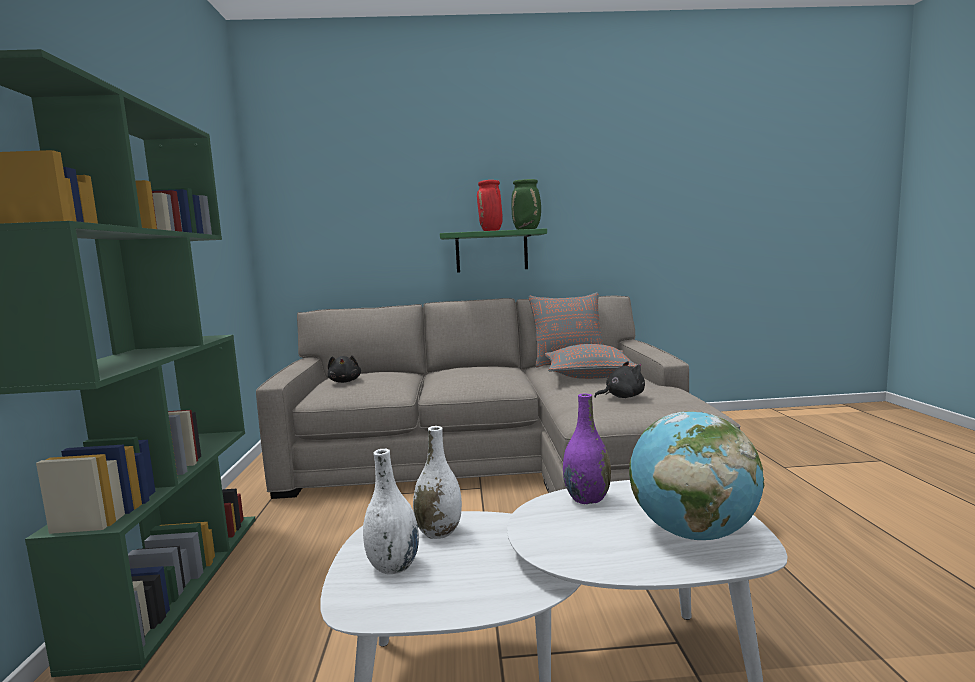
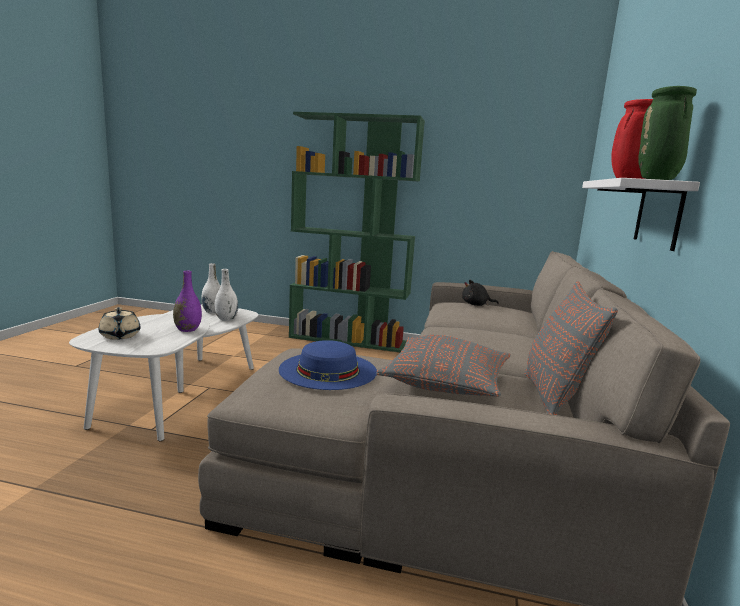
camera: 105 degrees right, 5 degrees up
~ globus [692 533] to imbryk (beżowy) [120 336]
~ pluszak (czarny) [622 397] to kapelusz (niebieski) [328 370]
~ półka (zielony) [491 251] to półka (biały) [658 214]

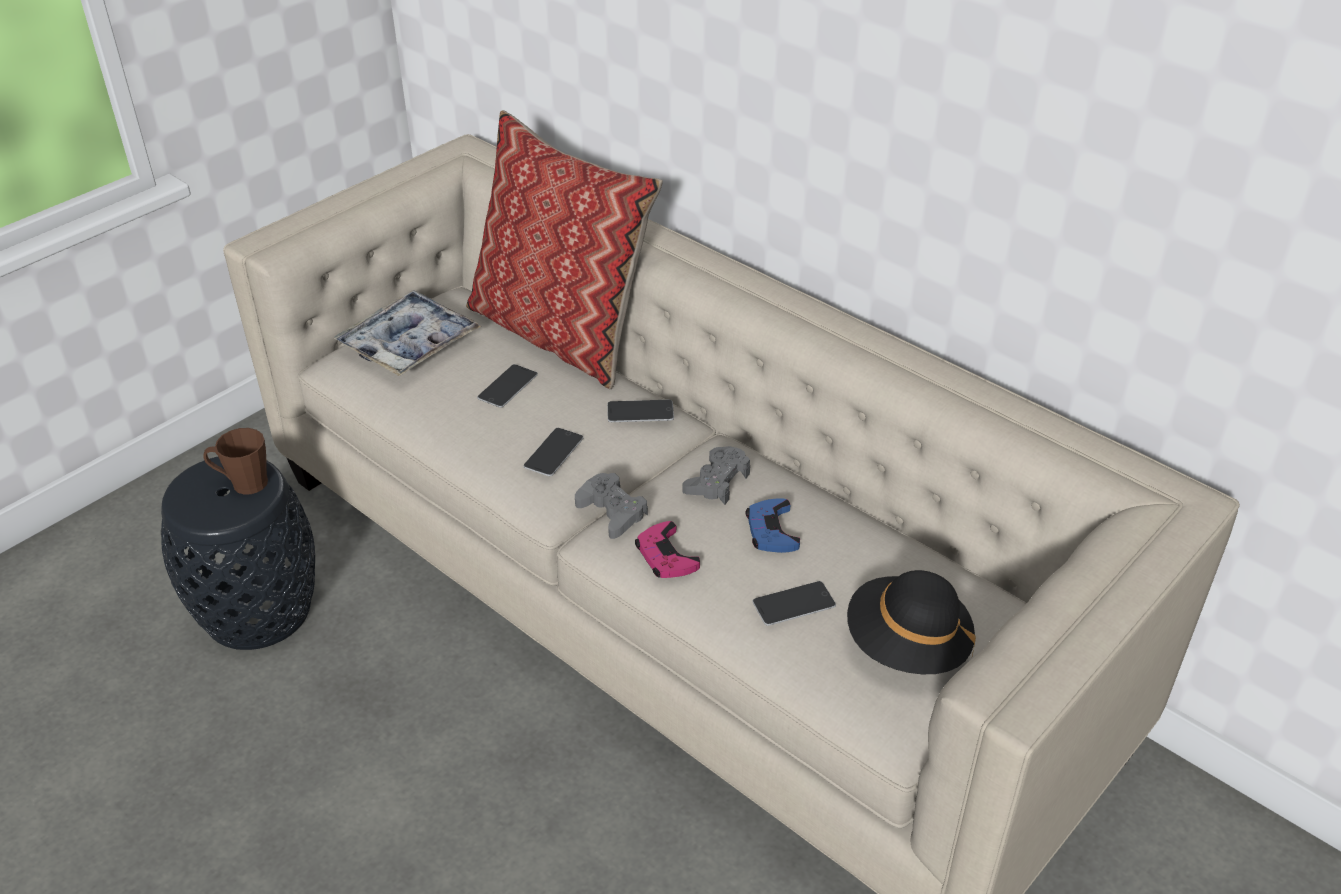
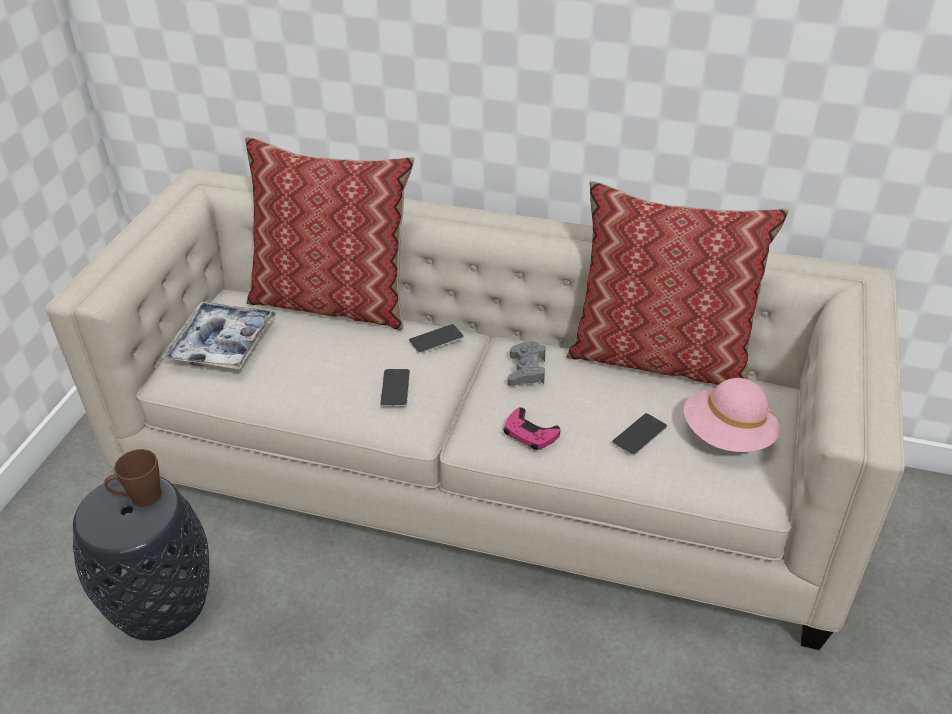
camera: 25 degrees left, 0 degrees up
+ poduszka [660 357]
~ kapelusz (czarny) [906 646] to kapelusz (różowy) [727 436]
- telefon [507 386]
- pad do gier (szary) [612 512]
- pad do gier (niebieski) [771 531]

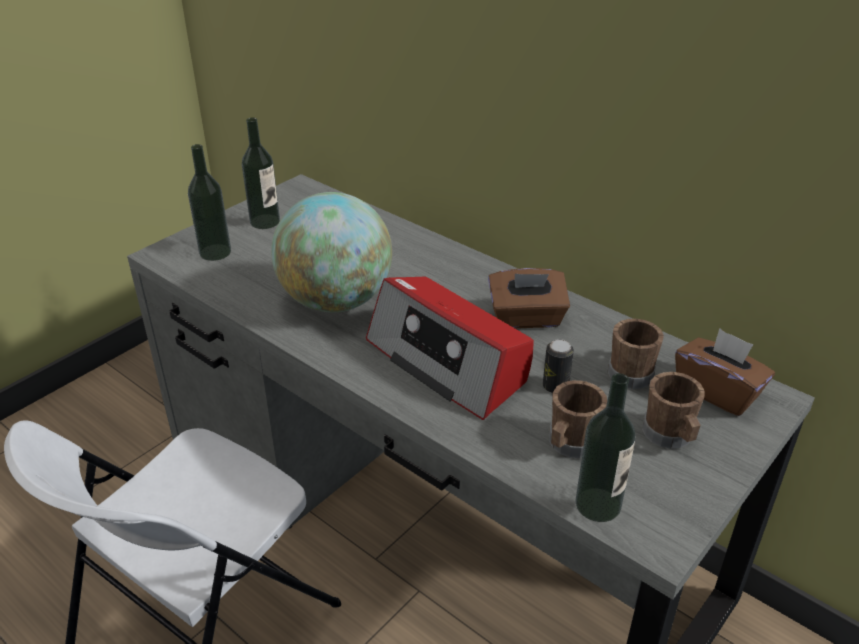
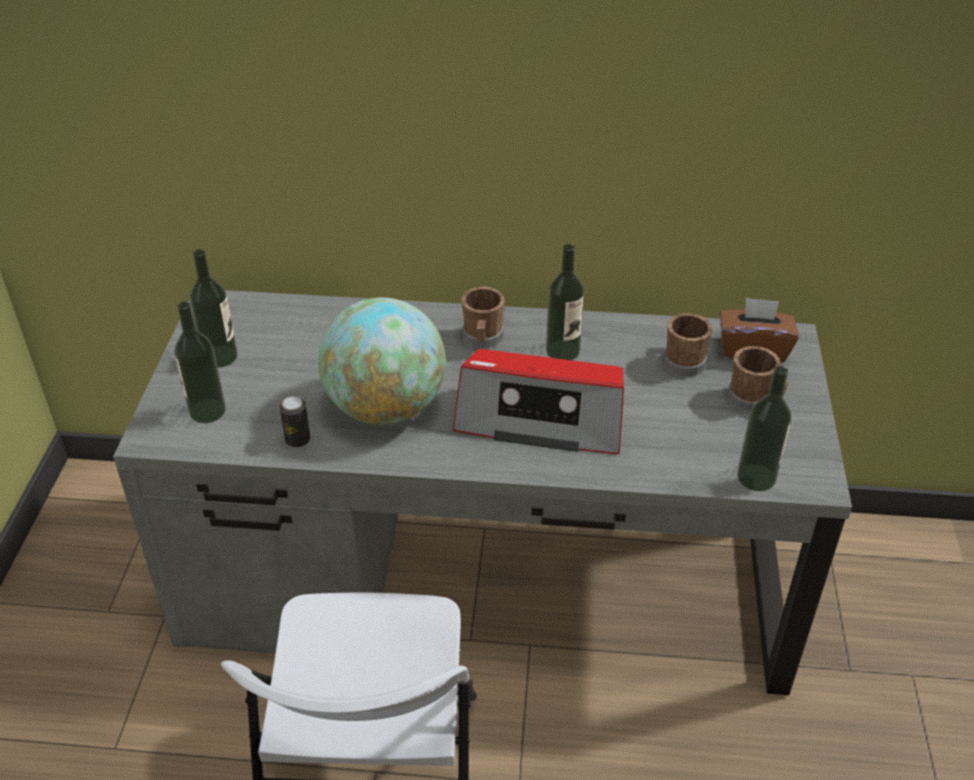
camera: 35 degrees left, 5 degrees up
~ puszka [555 386] to [297 440]
~ kubek (brązowy) [570 444] to [482 339]
~ pudełko chusteczek (brązowy) [526 318] to butelka [562 350]

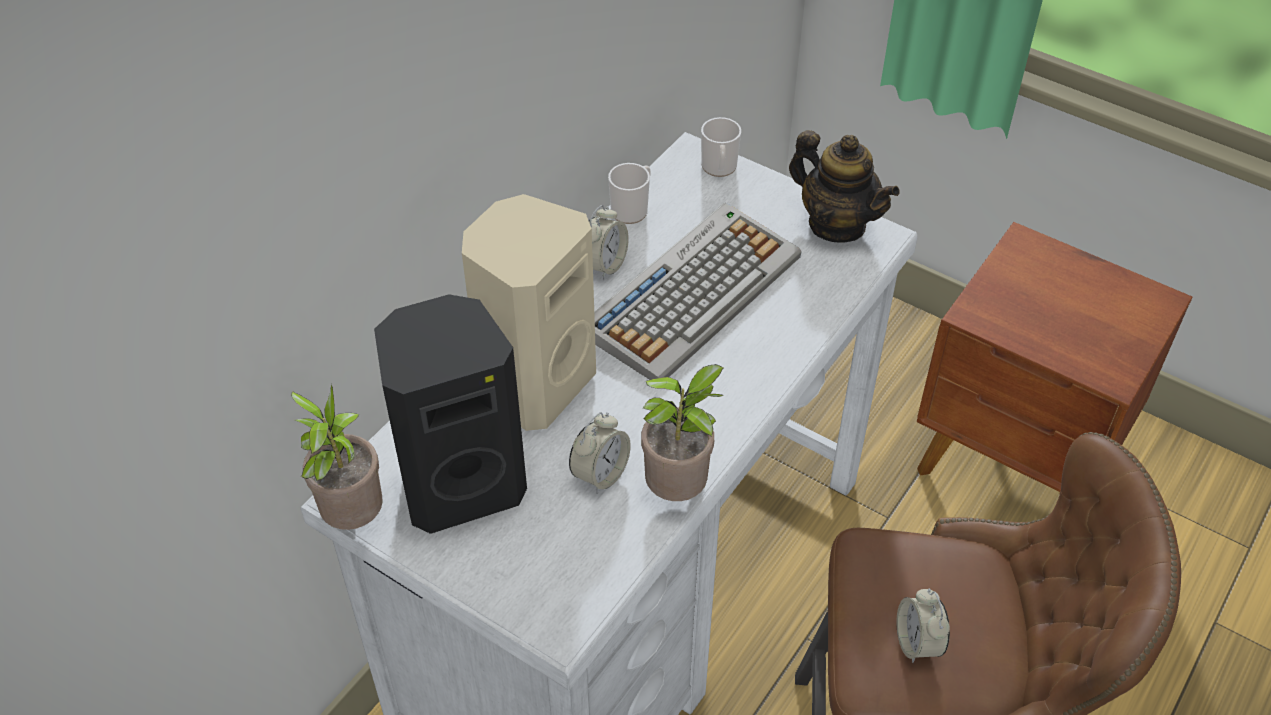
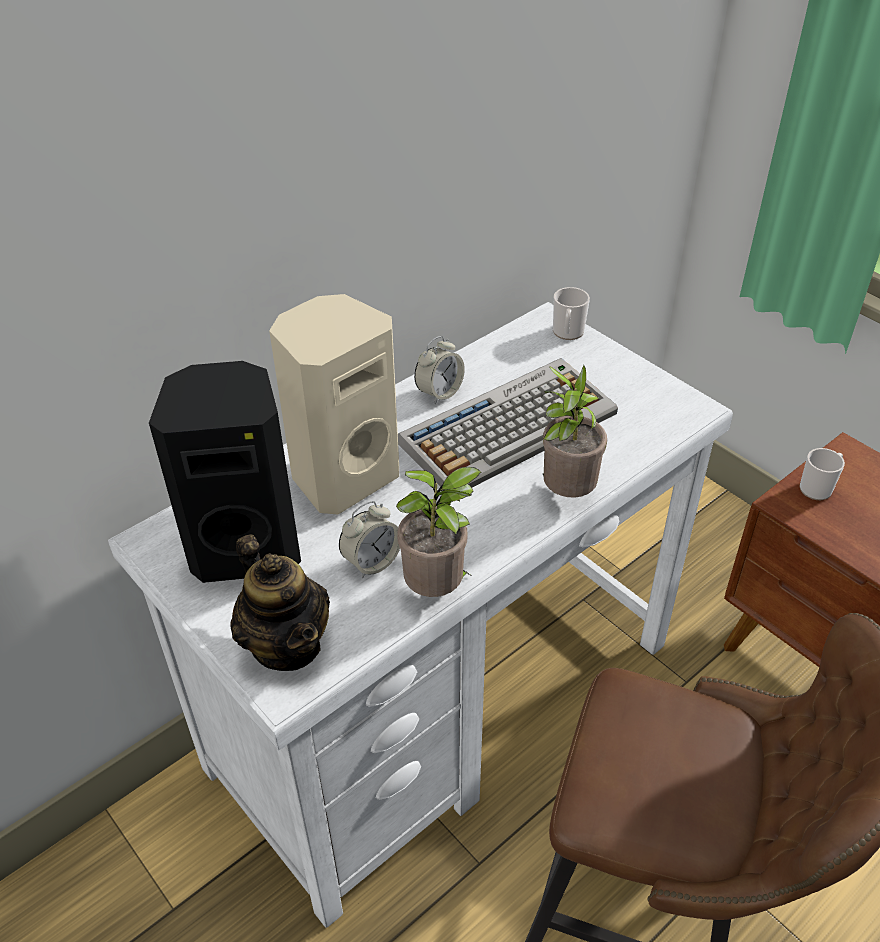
camera: 15 degrees right, 5 degrees down
~ imbryk [836 224] to [287 644]
~ roślina doniczkowa [352 516] to [566 493]
~ kubek [632 209] to [818 488]
- budzik [917 643]

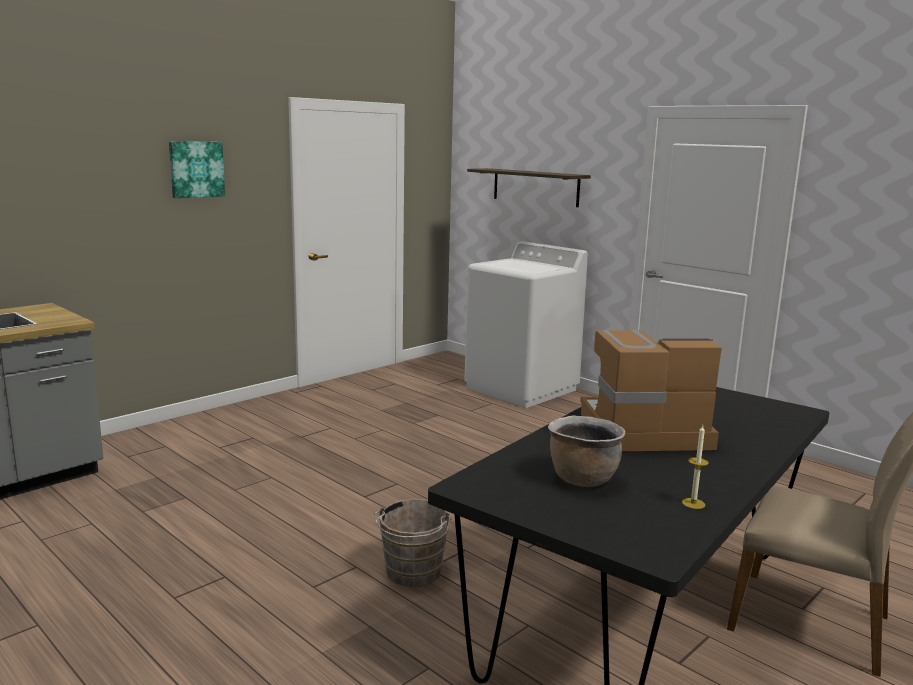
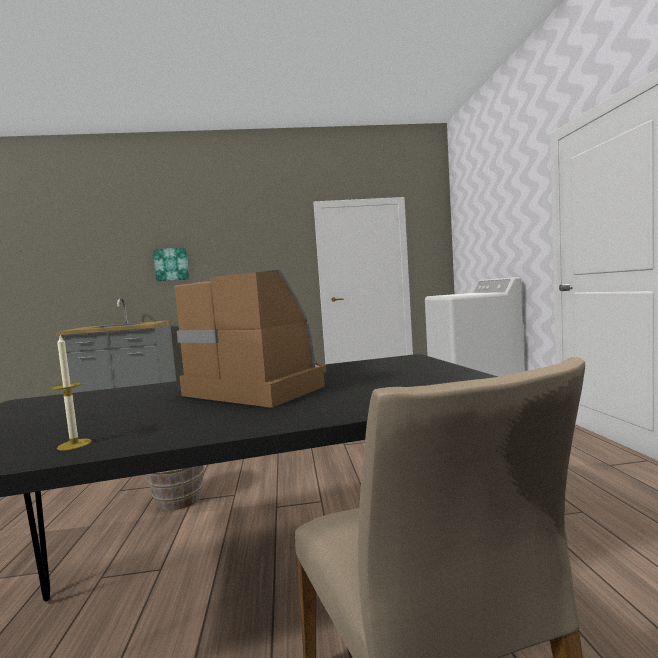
camera: 40 degrees right, 10 degrees down
~ obraz [196 169] to [171 264]
- półka [535 187]
- garnek (brązowy) [582 479]

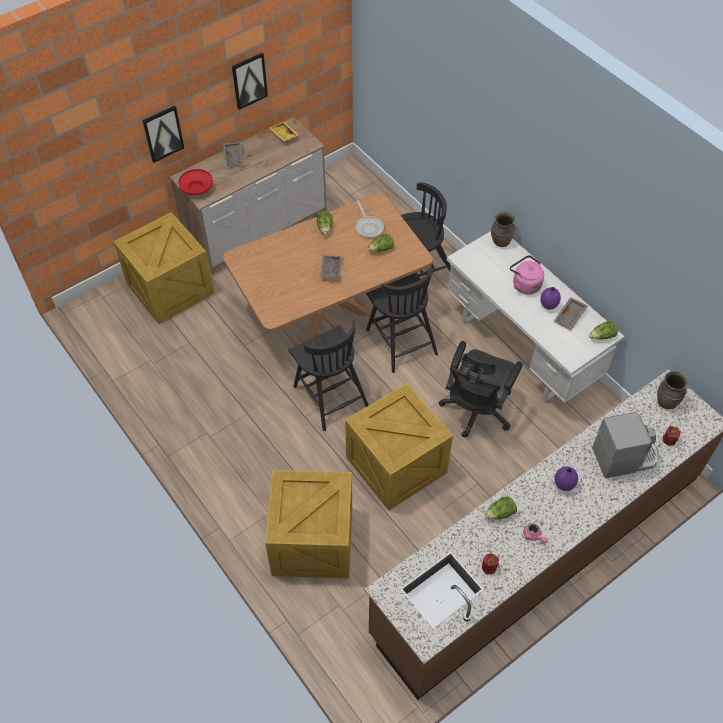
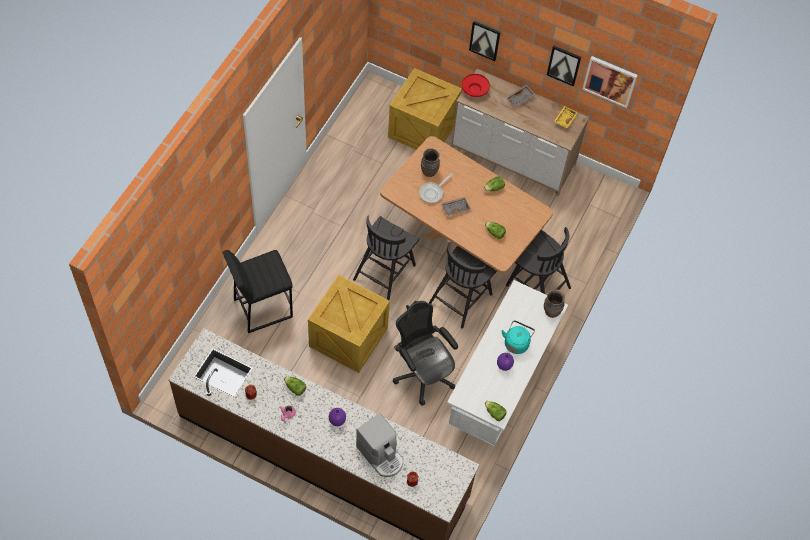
camera: 60 degrees right, 5 degrees up
~ skrzynka [311 542] to stołek (czarny) [261 308]
~ krzesło biurowe [476 412] = [422 373] 60 degrees clockwise
~ patelnia [368 227] to [432 193]
~ wazon (brązowy) [666 402] to [429 171]
~ czajnik (różowy) [525 284] to czajnik (turkusowy) [516 343]
+ obraz [610 81]
- taca (szary) [570 317]

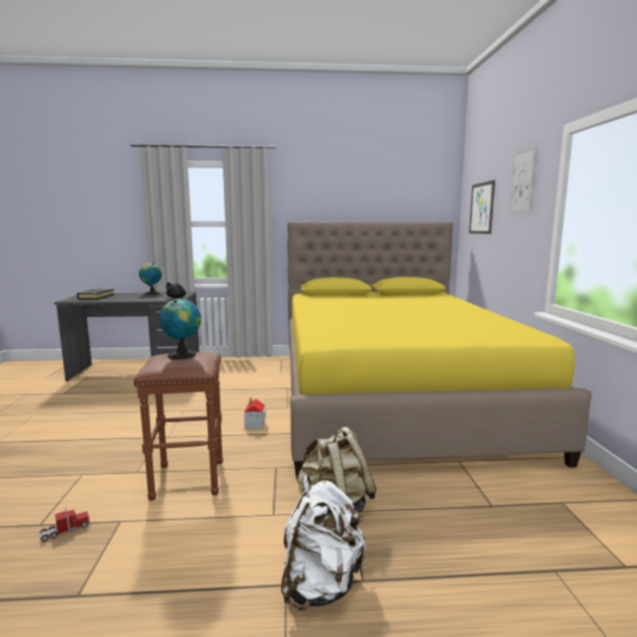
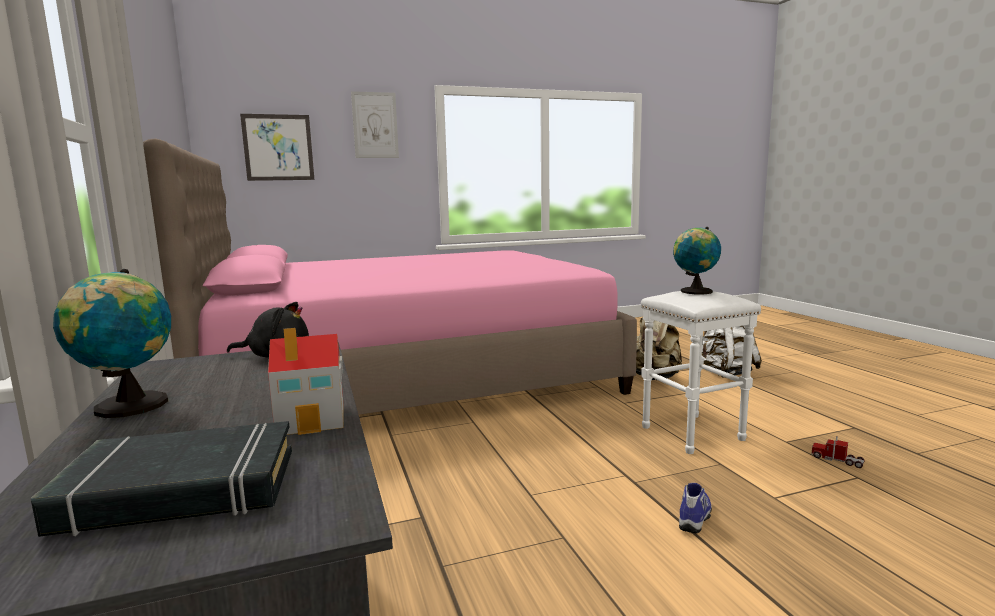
camera: 105 degrees left, 0 degrees up
~ łóżko (żółty) [392 396] to łóżko (różowy) [408 377]
~ domek [255 425] to [312 419]
~ stołek (brązowy) [190 478] to stołek (biały) [689 433]
+ but [695 517]

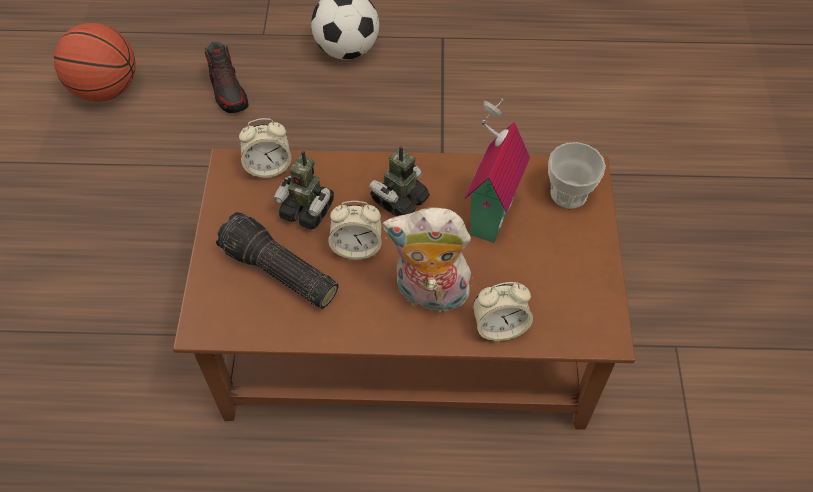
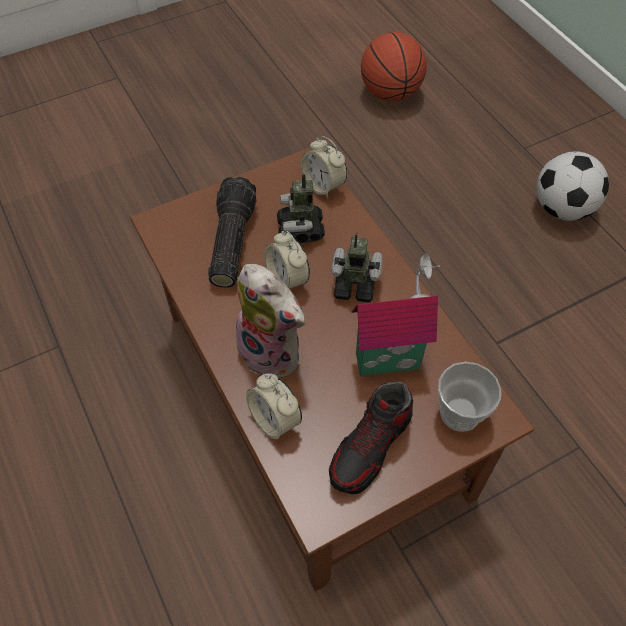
camera: 60 degrees right, 0 degrees up
~ pluszak [429 295] = [274 352] 150 degrees clockwise
~ but [228 90] to [371 447]

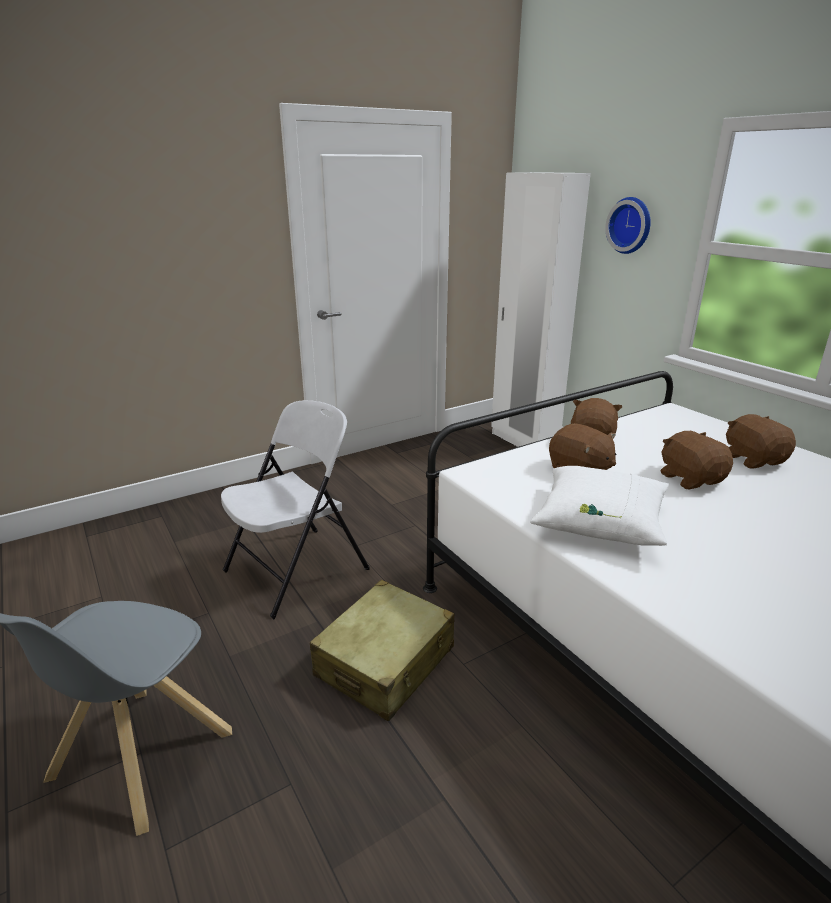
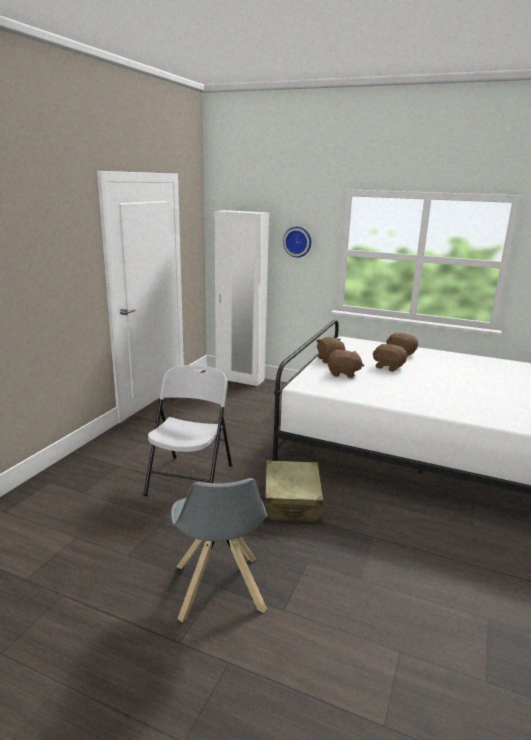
camera: 35 degrees left, 5 degrees down
- poduszka (biały) [599 523]

